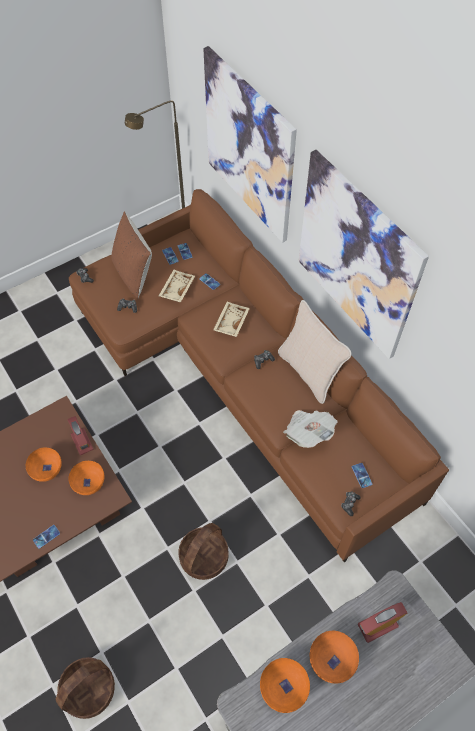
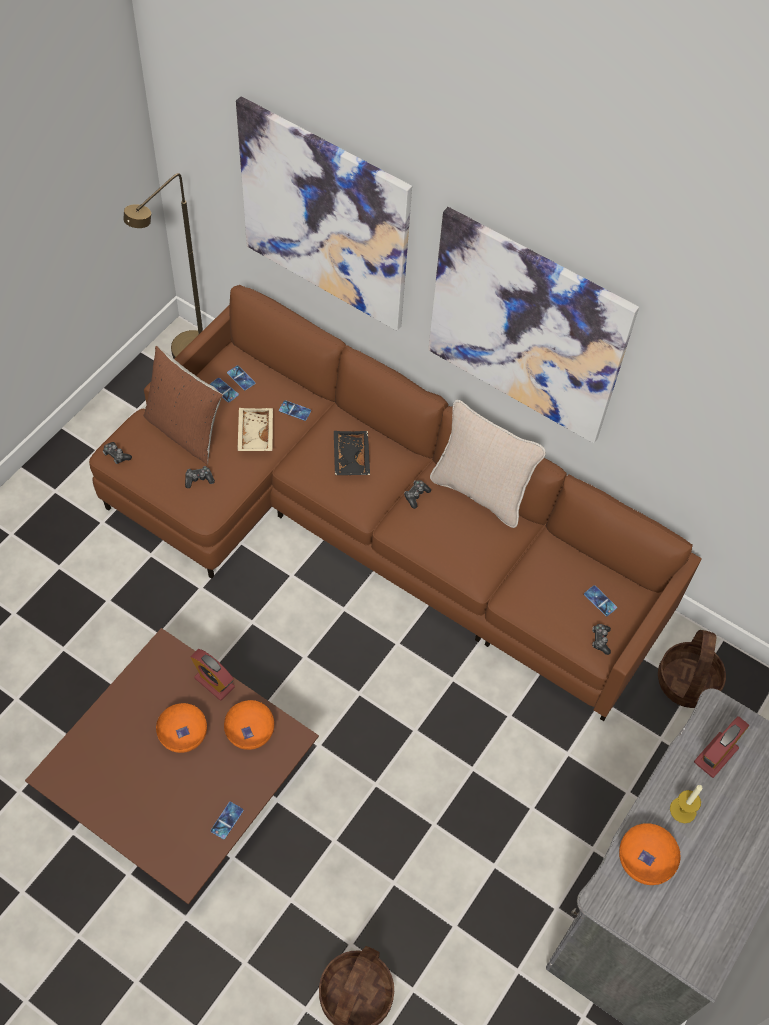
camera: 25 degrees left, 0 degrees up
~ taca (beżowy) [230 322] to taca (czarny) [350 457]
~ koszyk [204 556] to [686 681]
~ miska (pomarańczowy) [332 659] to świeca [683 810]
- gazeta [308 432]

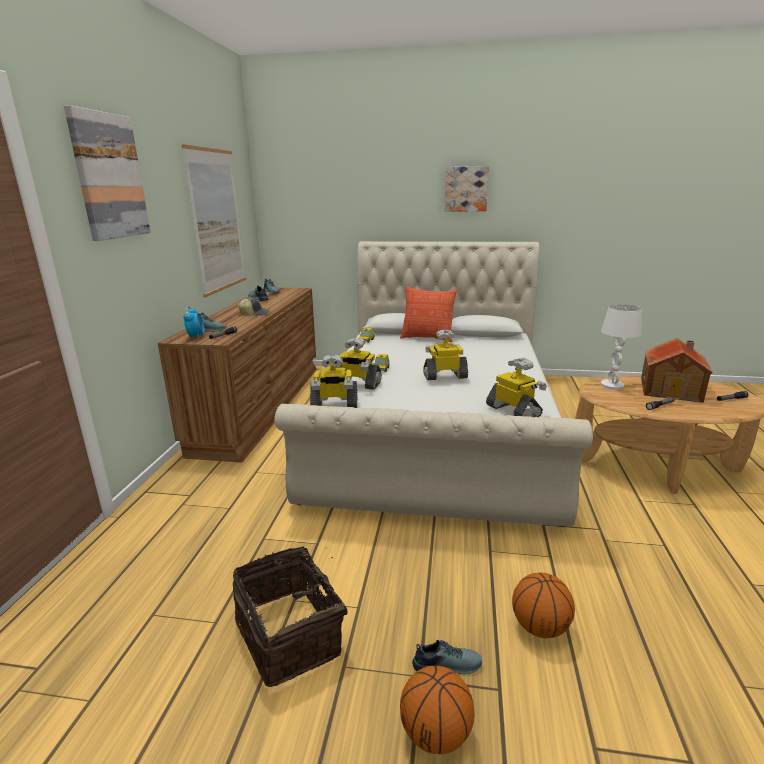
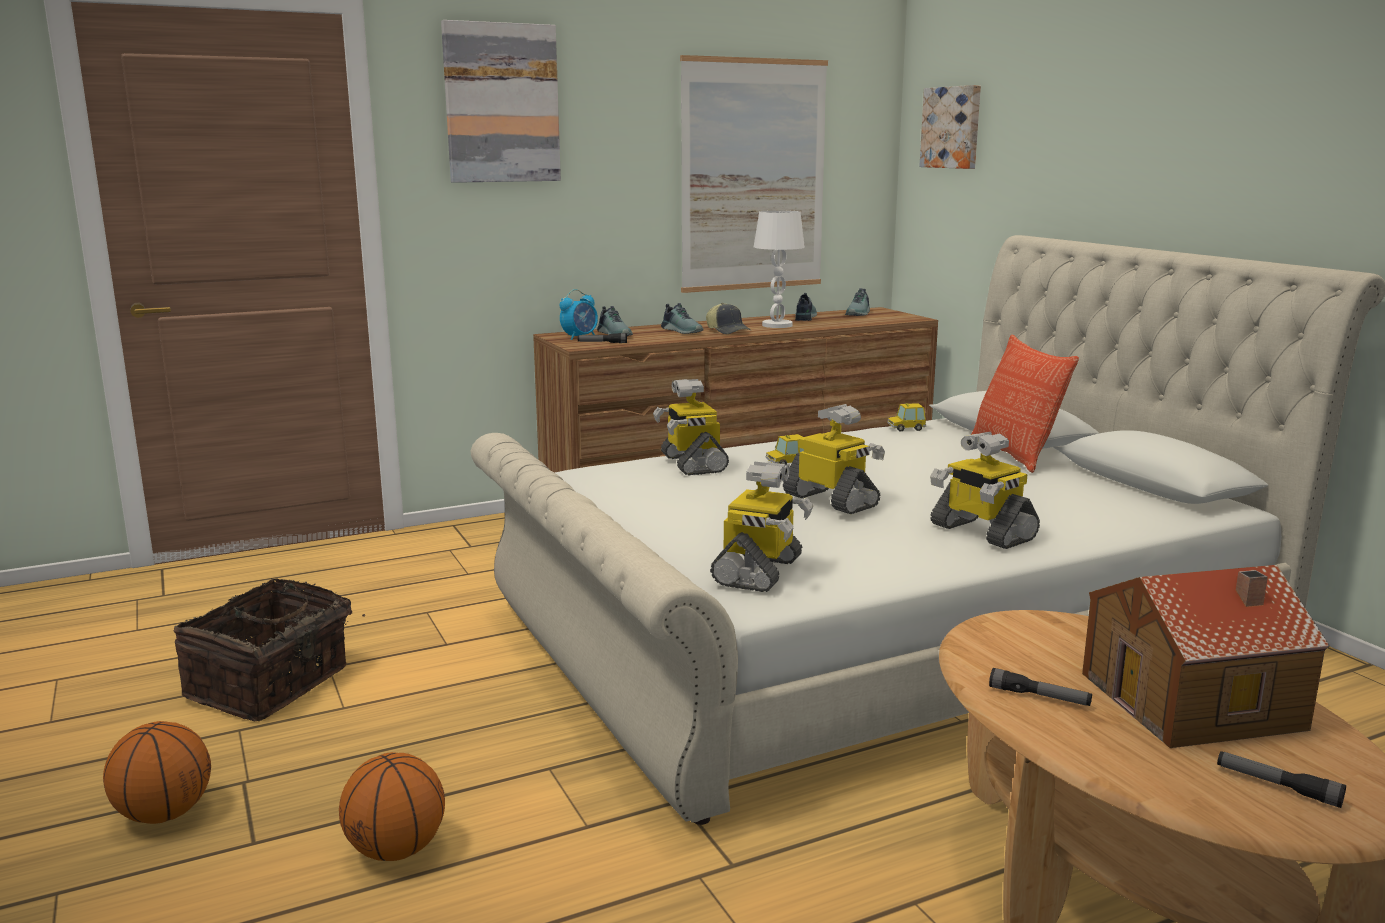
camera: 55 degrees right, 5 degrees down
~ but [446 663] to [683 331]
~ lampa stołowa (biały) [612 385] to [777 325]
~ obraz [466 189] to [952 127]
~ robot zabawkowy [334 405] to [981 532]

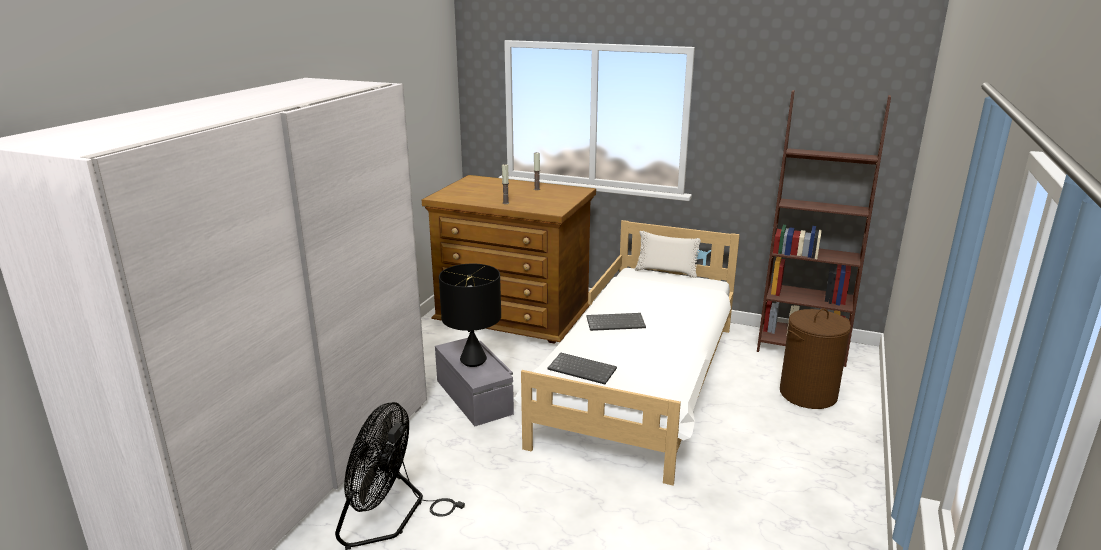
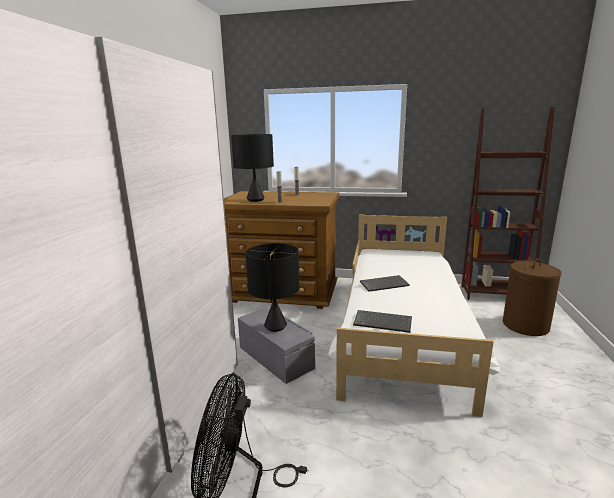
camera: 10 degrees left, 5 degrees down
+ lampa stołowa (czarny) [255 200]
- poduszka (biały) [666 272]

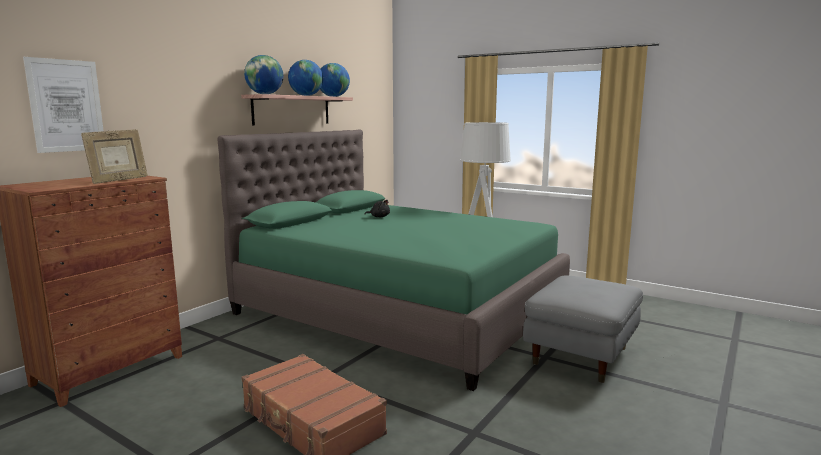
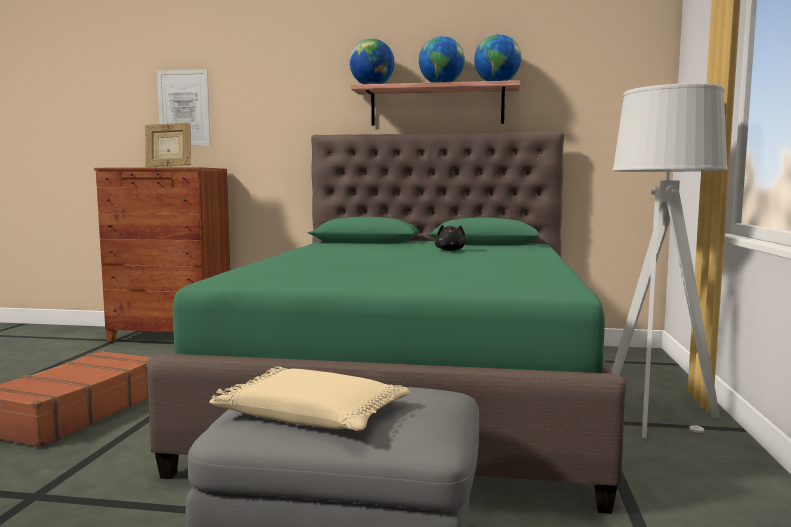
camera: 65 degrees right, 5 degrees down
+ poduszka (beżowy) [312 410]

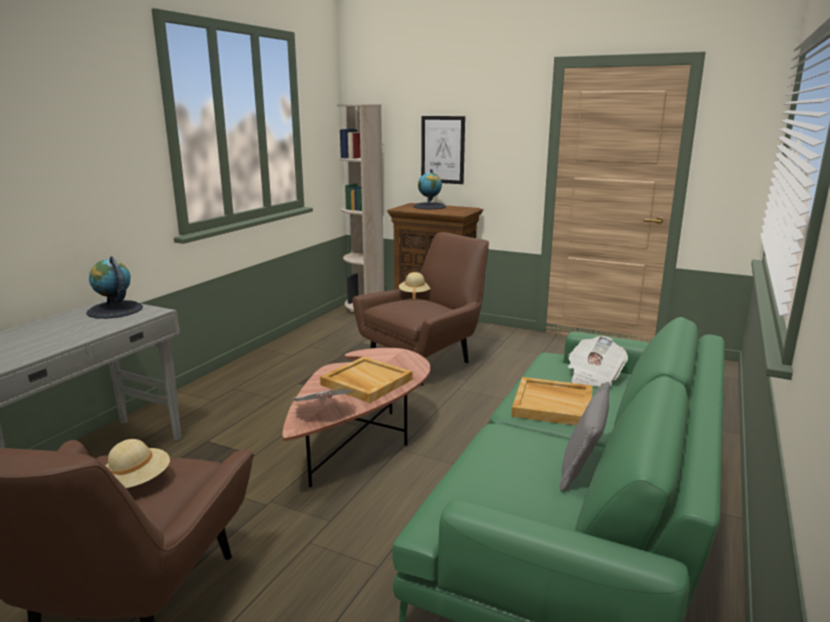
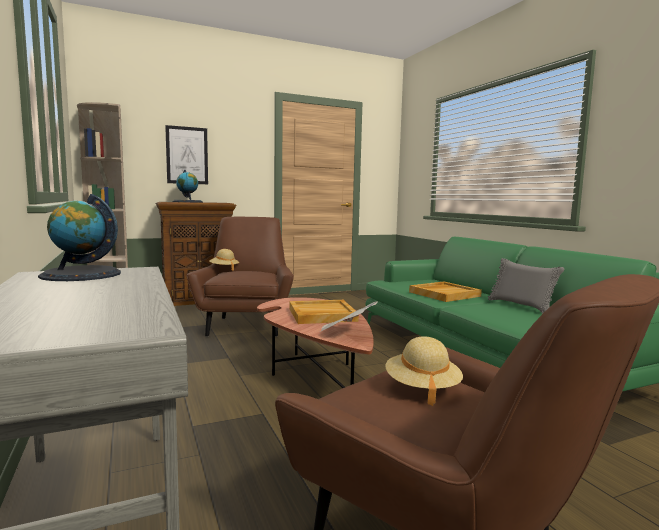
camera: 50 degrees left, 10 degrees down
- gazeta [593 377]

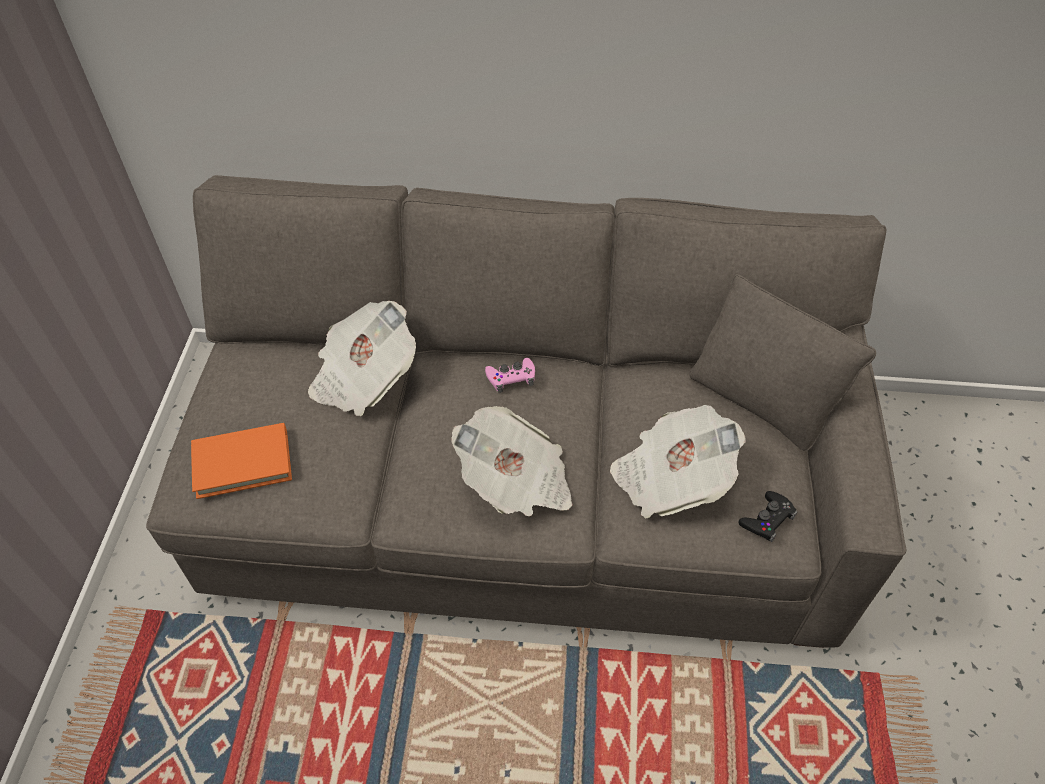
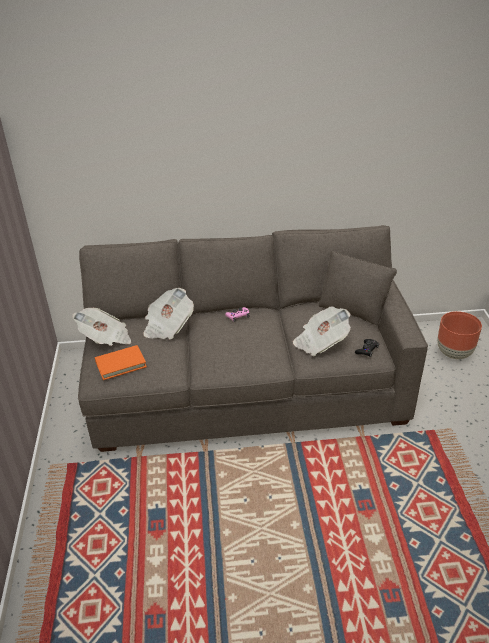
camera: 10 degrees left, 15 degrees down
~ gazeta [516 482] to [106 339]
+ donica (brązowy) [454 353]

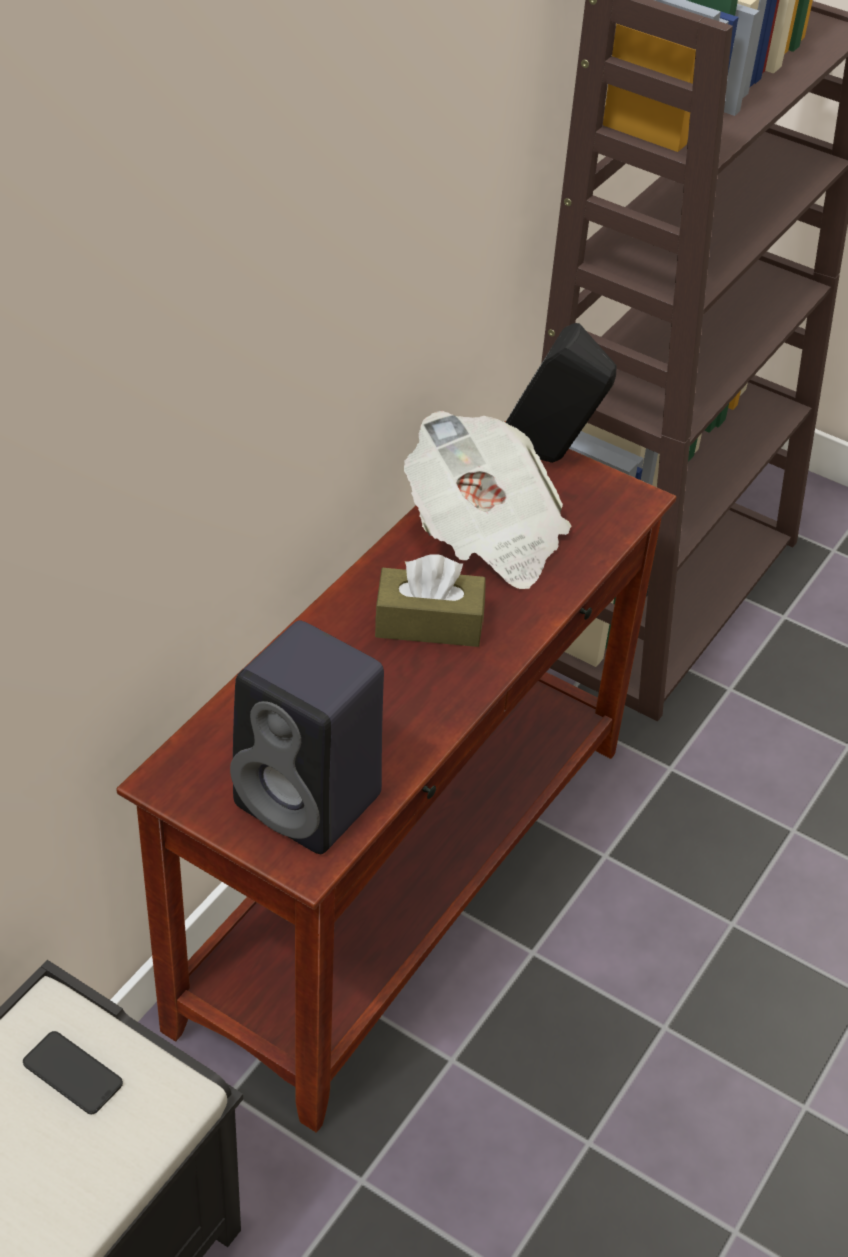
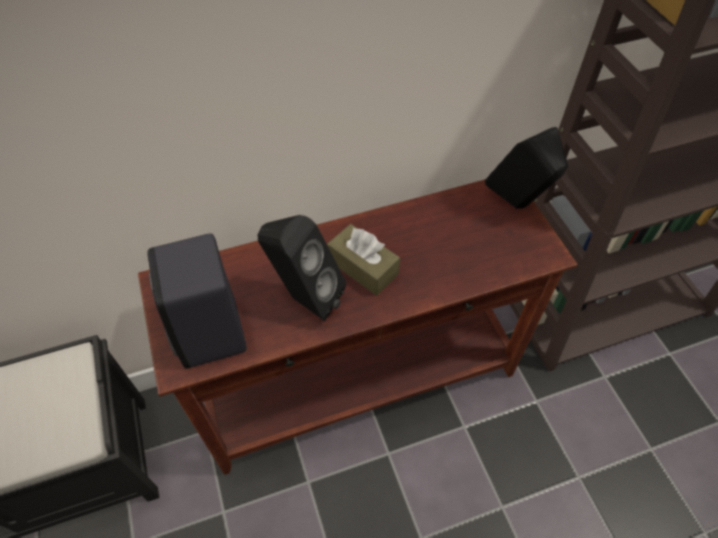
camera: 40 degrees right, 10 degrees up
+ głośnik (czarny) [304 298]
- telefon [72 1073]
- gazeta [485 534]

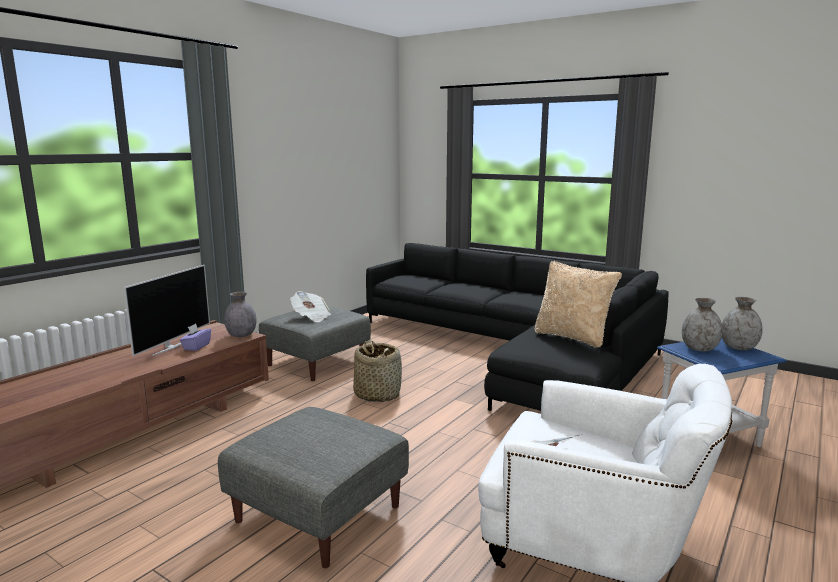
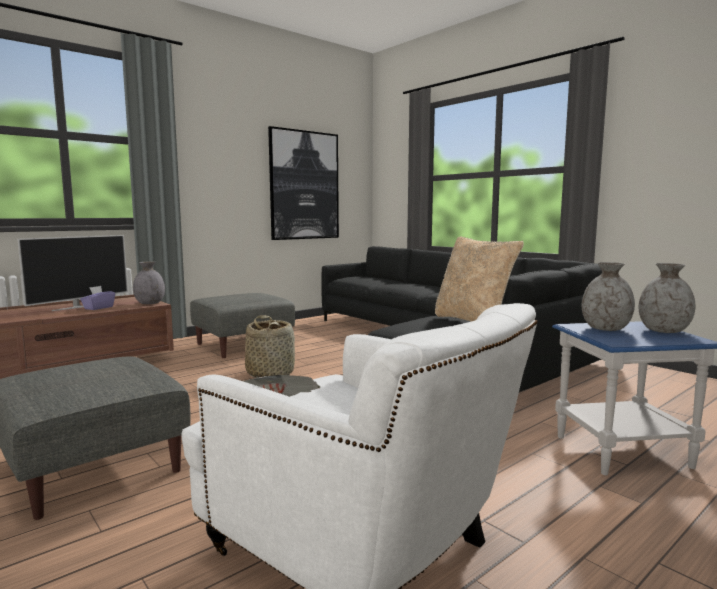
camera: 15 degrees right, 5 degrees down
+ obraz [304 185]
- gazeta [311 317]

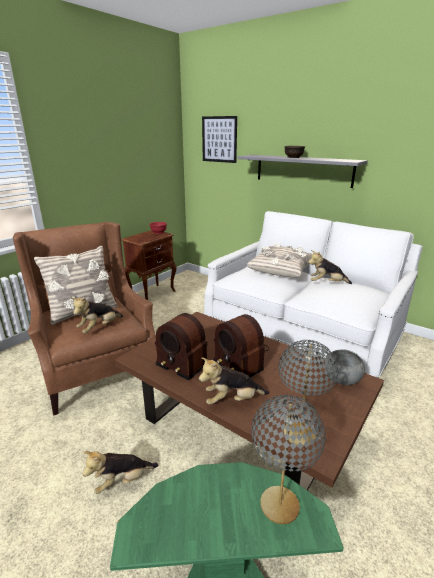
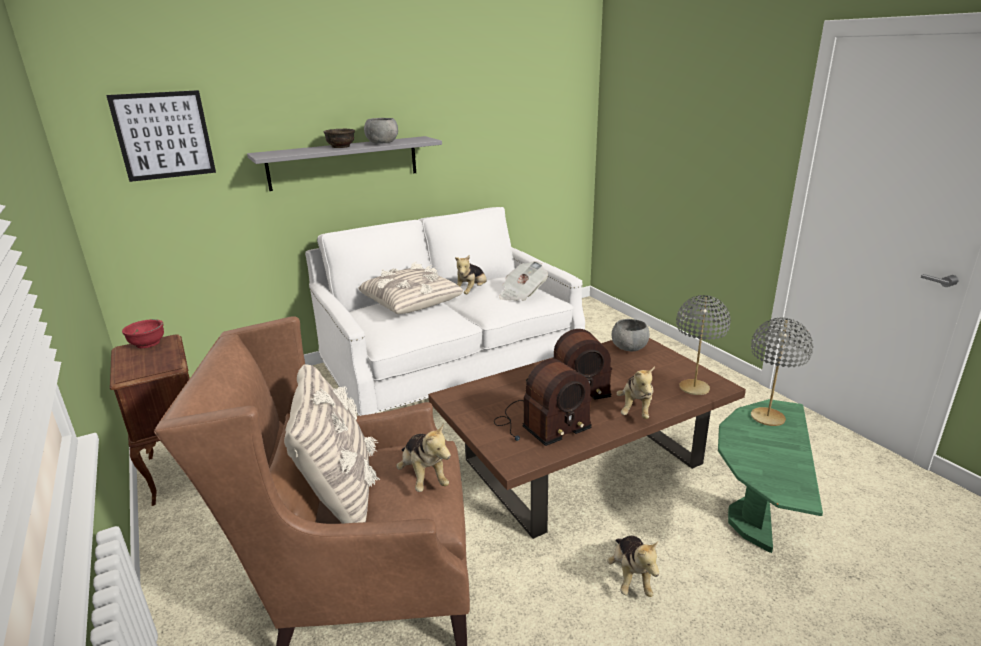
camera: 65 degrees left, 0 degrees up
+ miska (szary) [382 143]
+ gazeta [522 294]

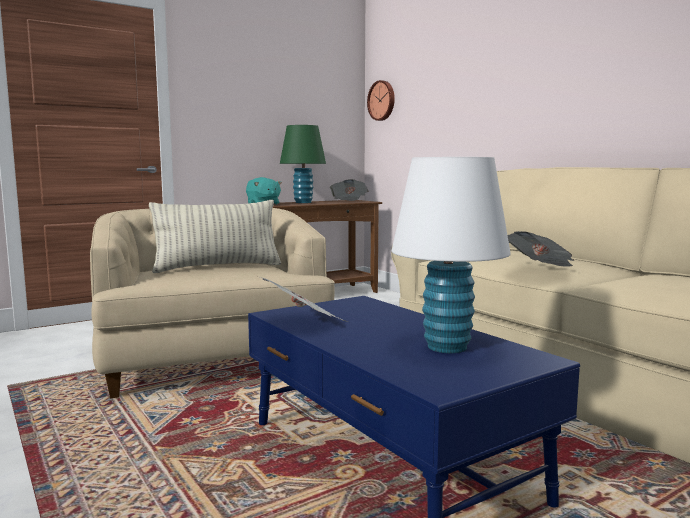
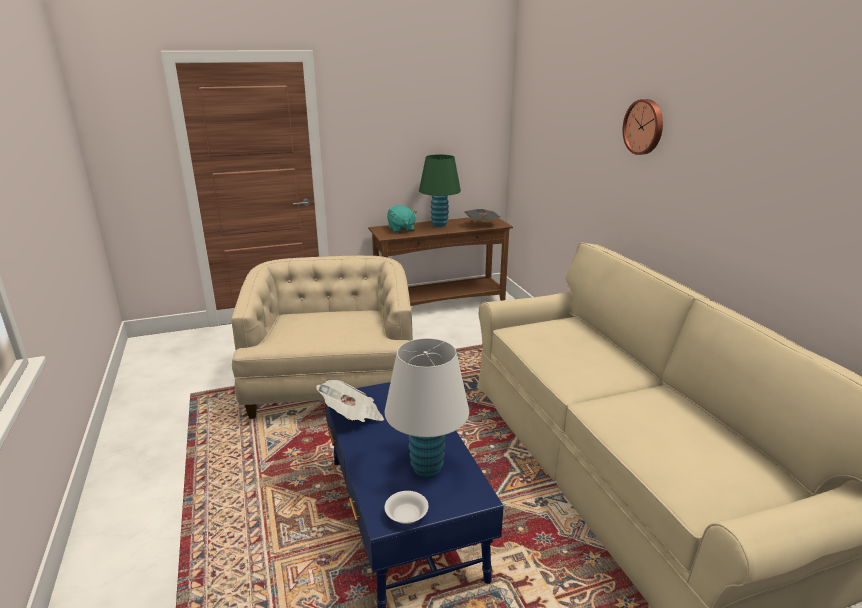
camera: 15 degrees right, 15 degrees up
+ miska (biały) [407 515]
~ zegar ścienny [382 100] to [644 127]
- poduszka [217 267]
- gazeta [540 269]

